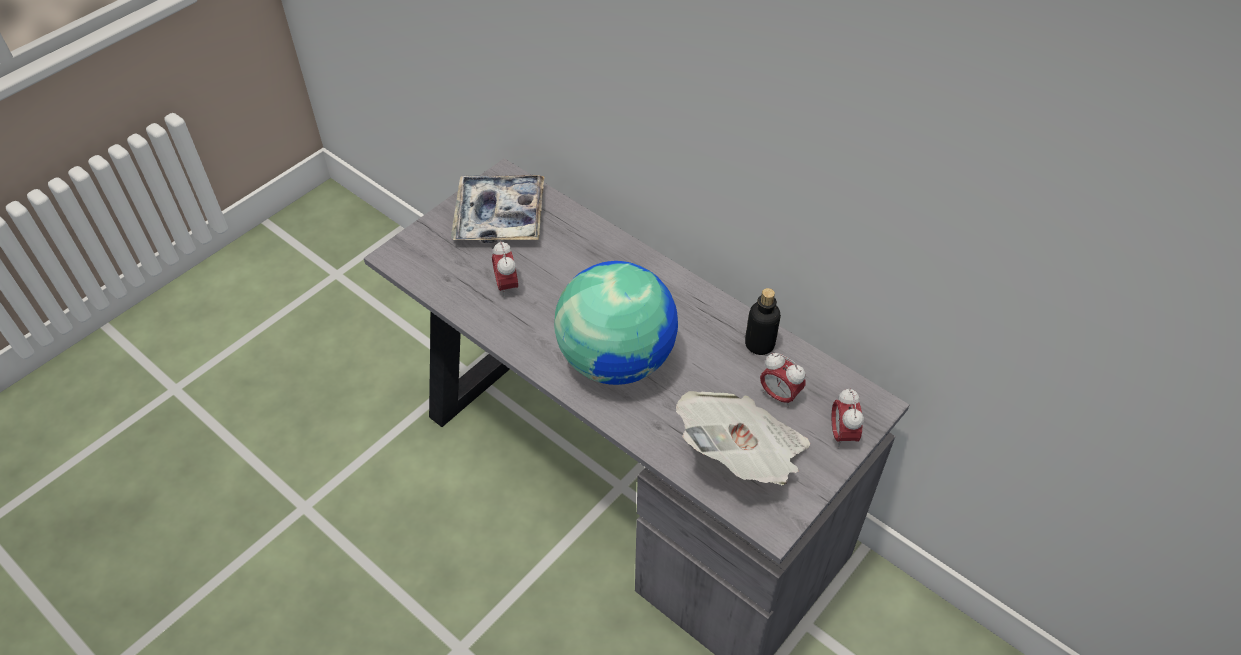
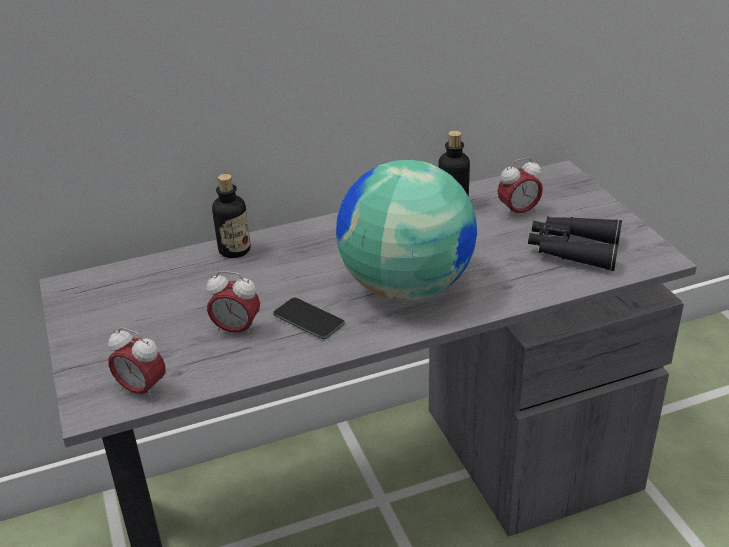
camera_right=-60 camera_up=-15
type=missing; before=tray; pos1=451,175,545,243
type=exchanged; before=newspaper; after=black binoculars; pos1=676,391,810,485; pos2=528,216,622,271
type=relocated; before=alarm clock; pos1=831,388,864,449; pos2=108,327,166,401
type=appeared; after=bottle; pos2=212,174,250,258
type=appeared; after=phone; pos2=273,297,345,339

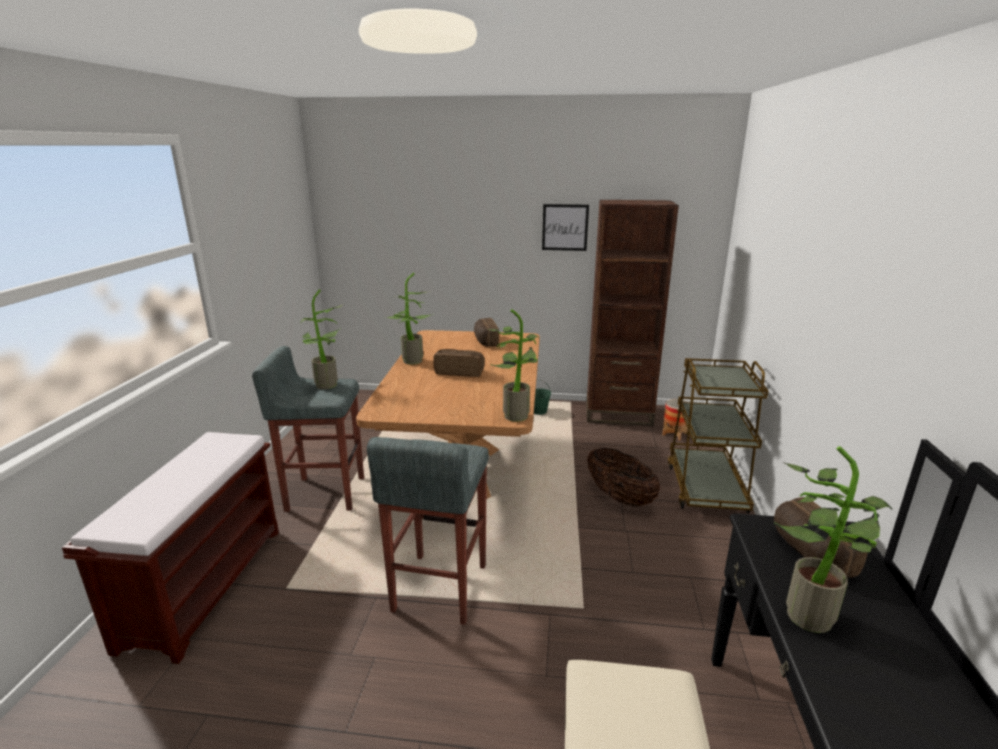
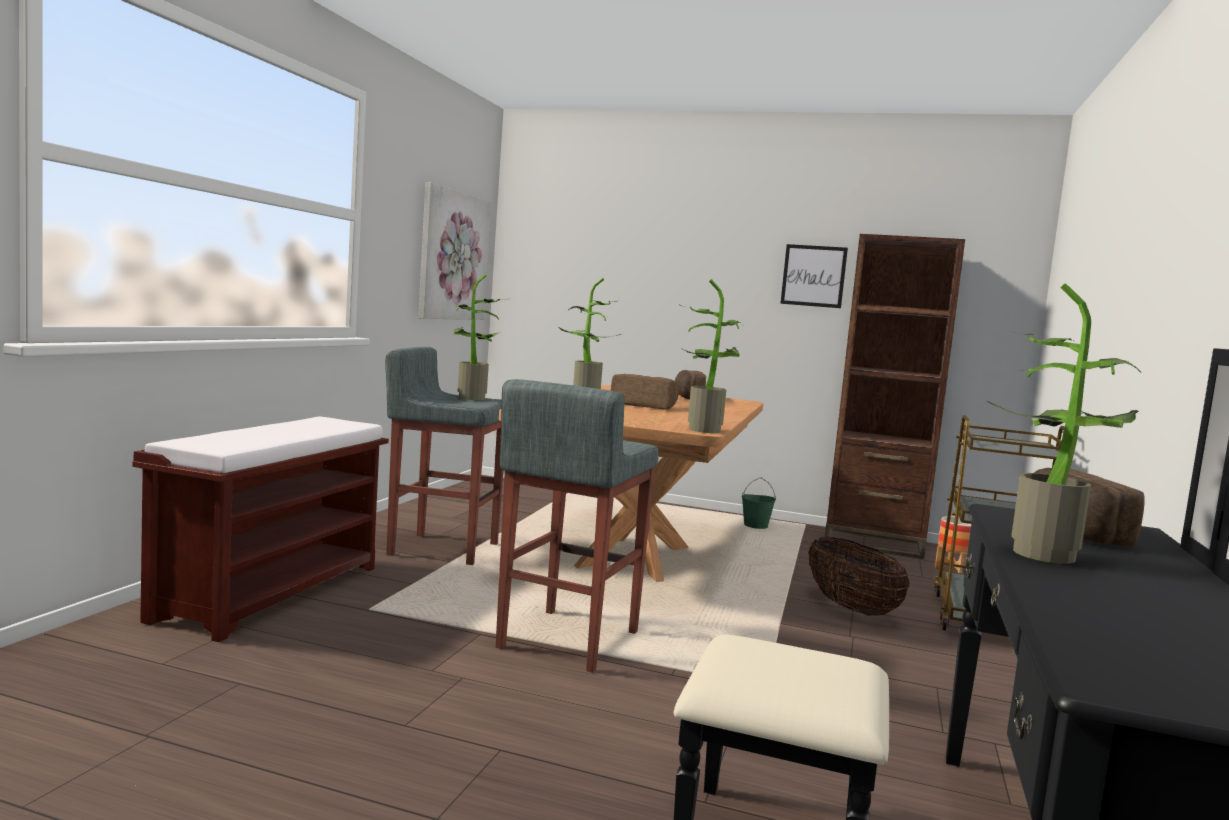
camera_right=10 camera_up=-15
type=appeared; after=picture; pos2=418,182,491,320

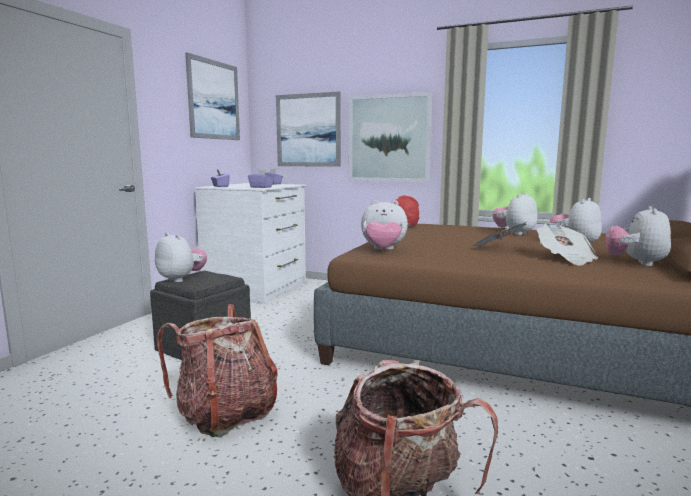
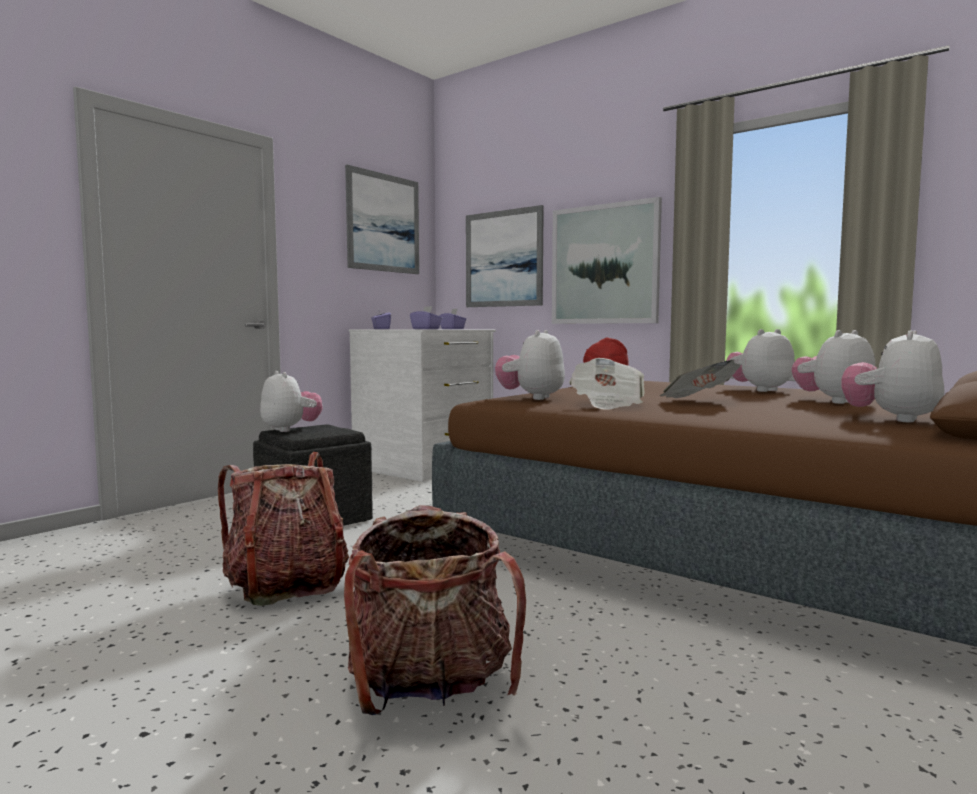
camera_right=15 camera_up=-5
type=spun; before=plush toy; pos1=361,200,408,250; pos2=495,330,565,400; turn=90
type=relocated; before=newspaper; pos1=537,223,598,265; pos2=569,358,645,410

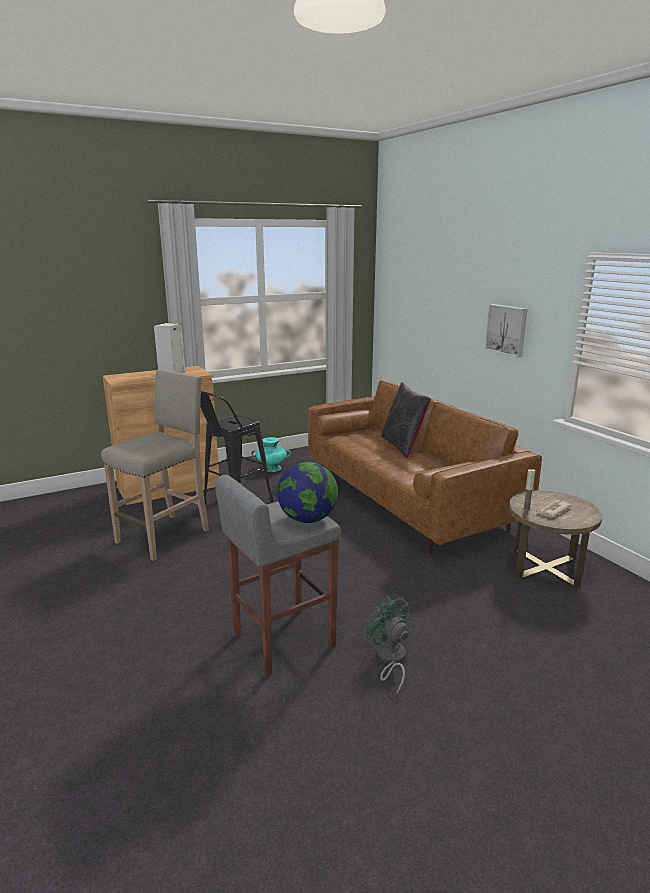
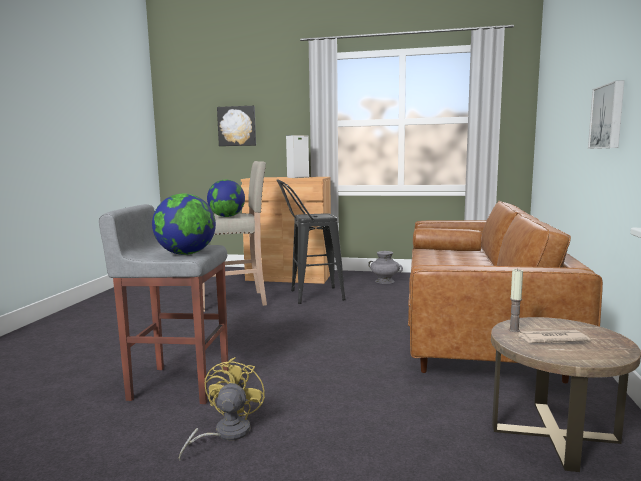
camera_right=40 camera_up=-10
type=colour; before=turquoise vase; after=grey vase; pos1=251,437,291,472; pos2=368,251,403,284
type=colour; before=green fan; after=yellow fan; pos1=366,597,411,693; pos2=179,357,265,460
type=missing; before=black pillow; pos1=381,382,431,458
type=appeared; after=globe; pos2=207,180,245,217
type=appeared; after=picture; pos2=217,106,256,146

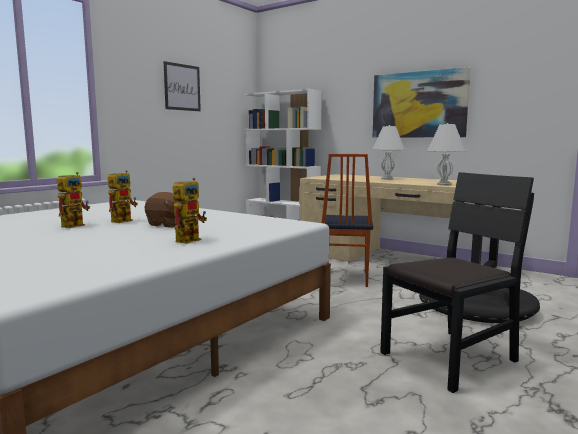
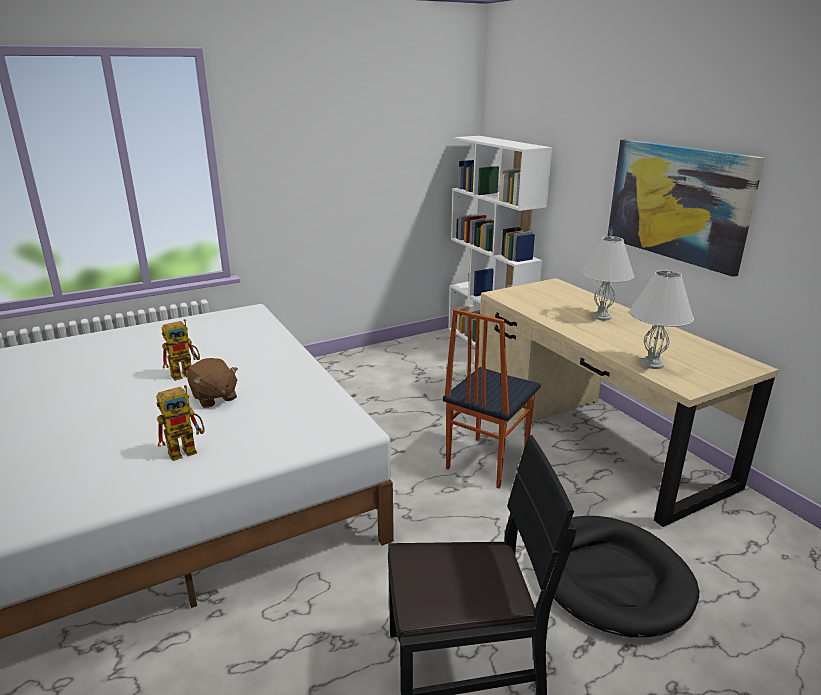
camera_right=25 camera_up=15
type=missing; before=toy robot; pos1=57,172,90,228
type=missing; before=picture; pos1=163,61,201,111

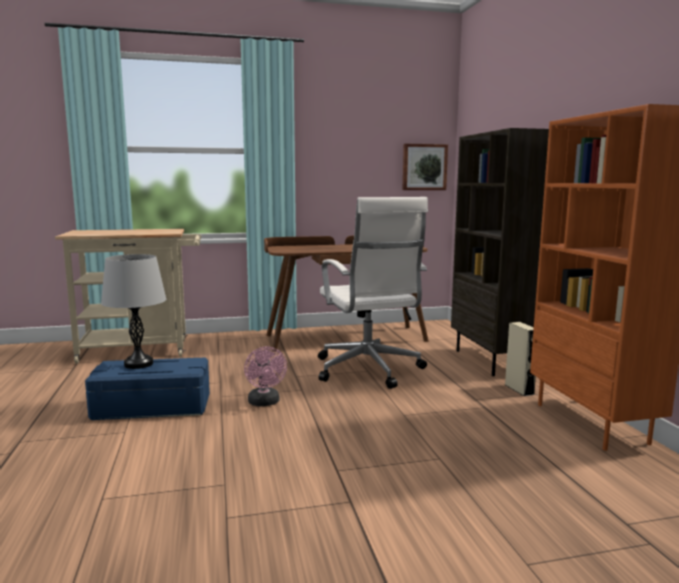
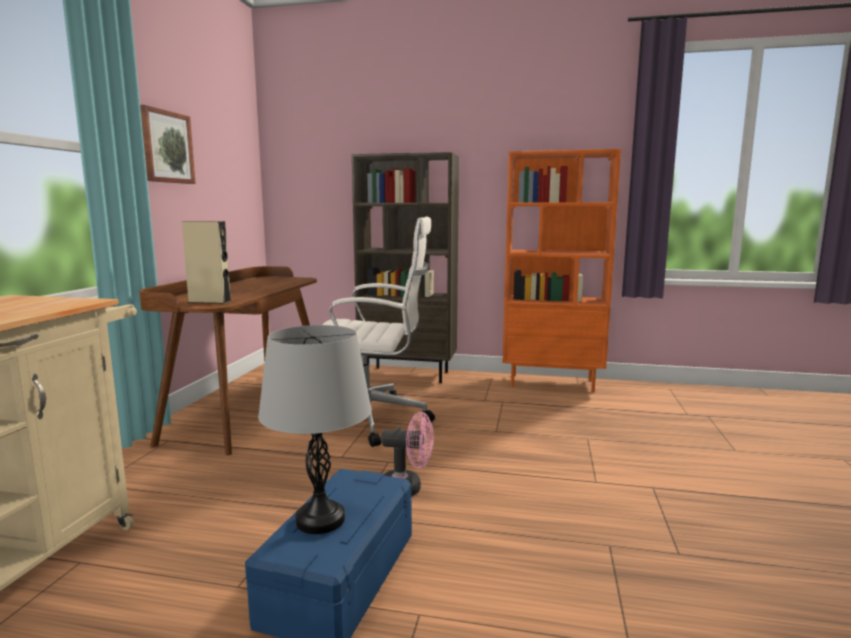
camera_right=-65 camera_up=0
type=relocated; before=picture; pos1=402,143,448,190; pos2=140,105,196,184
type=relocated; before=beige speaker; pos1=505,322,536,396; pos2=182,221,231,304

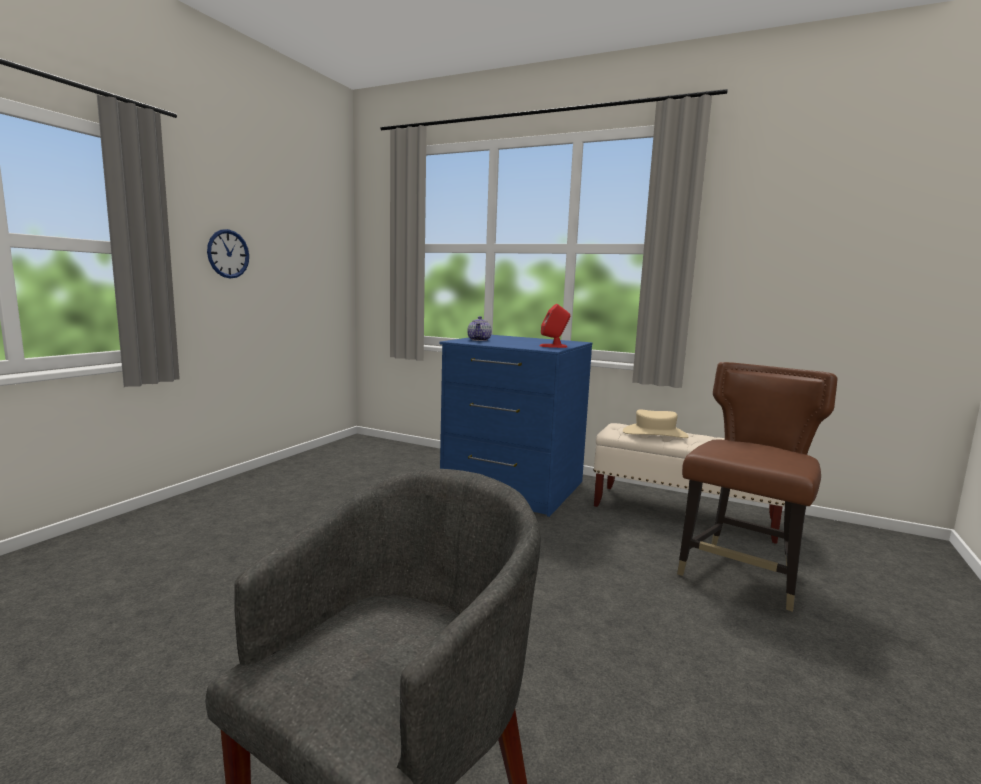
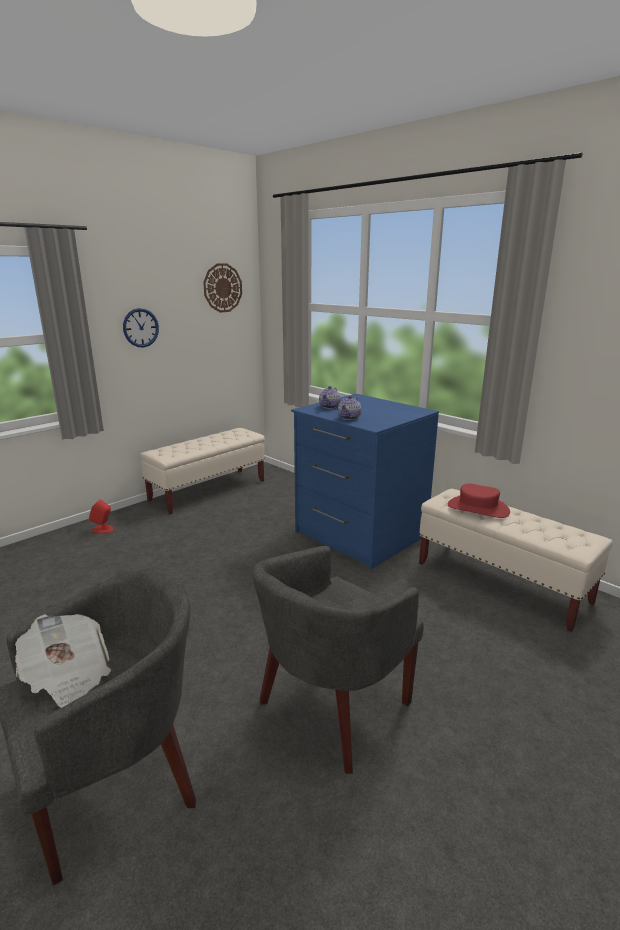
camera_right=20 camera_up=10
type=relocated; before=red speaker; pos1=540,304,570,348; pos2=89,499,114,533
type=colour; before=beige hat; after=red hat; pos1=623,410,689,438; pos2=448,483,510,518
type=missing; before=brown chair; pos1=677,362,838,612
type=appeared; after=newspaper; pos2=15,614,111,708
type=appeared; after=beige bench; pos2=140,428,265,515
type=appeared; after=wall clock; pos2=203,264,242,313
type=appeared; after=grey armchair; pos2=252,546,424,774
type=appeared; after=teapot; pos2=338,396,361,420

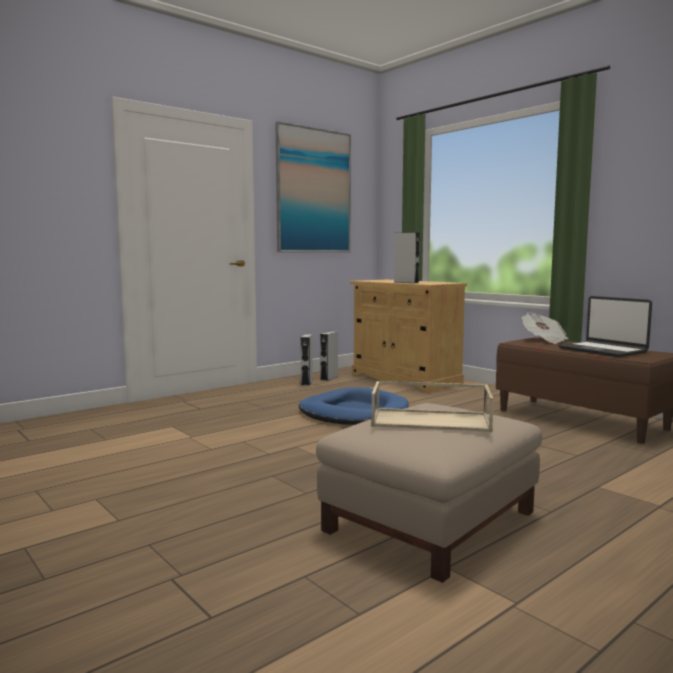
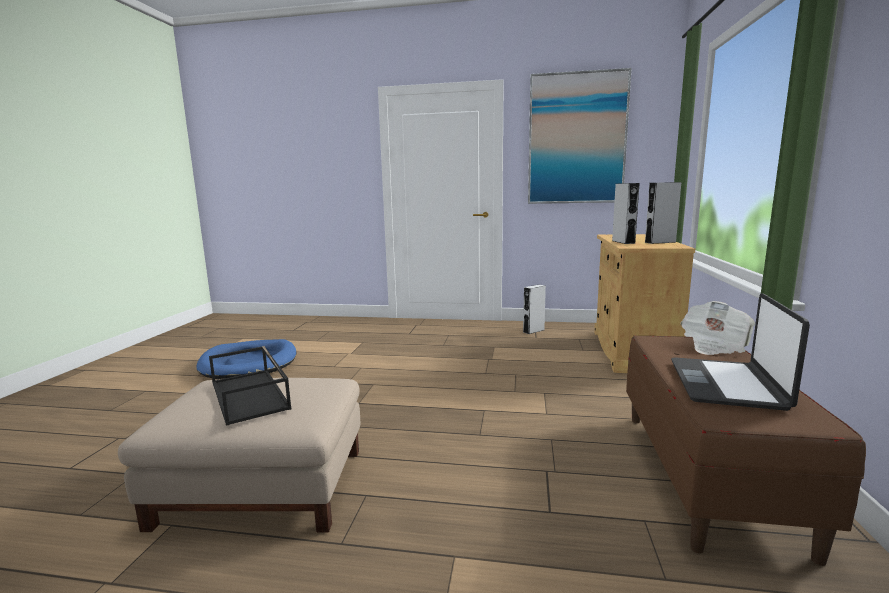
camera_right=50 camera_up=5
type=relocated; before=blue dog bed; pos1=299,387,409,425; pos2=196,339,296,379
type=relocated; before=grey speaker; pos1=320,331,338,381; pos2=644,182,681,244
type=colour; before=beige tray; after=black tray; pos1=371,381,494,432; pos2=209,346,291,426

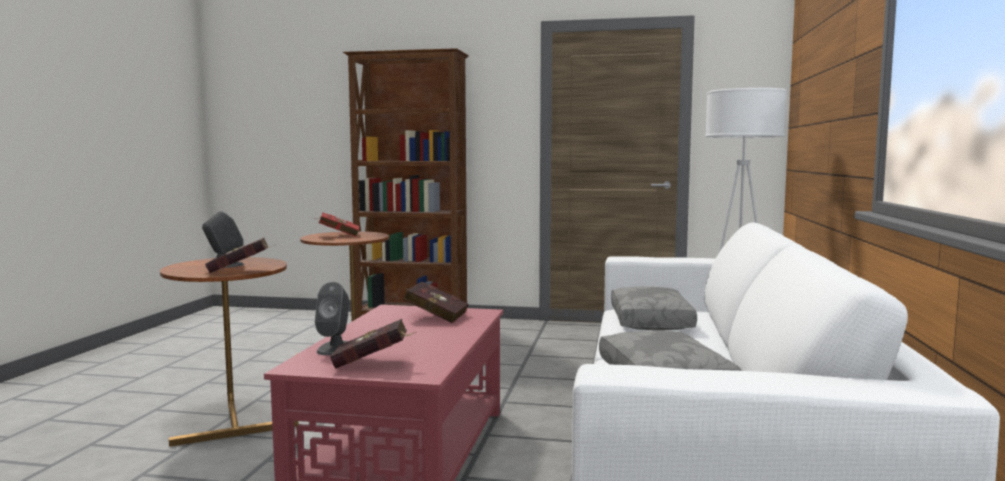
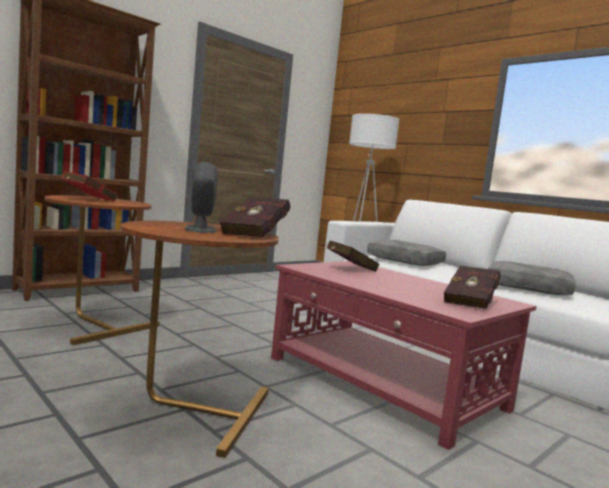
camera_right=-55 camera_up=0
type=missing; before=grey speaker; pos1=315,282,349,355

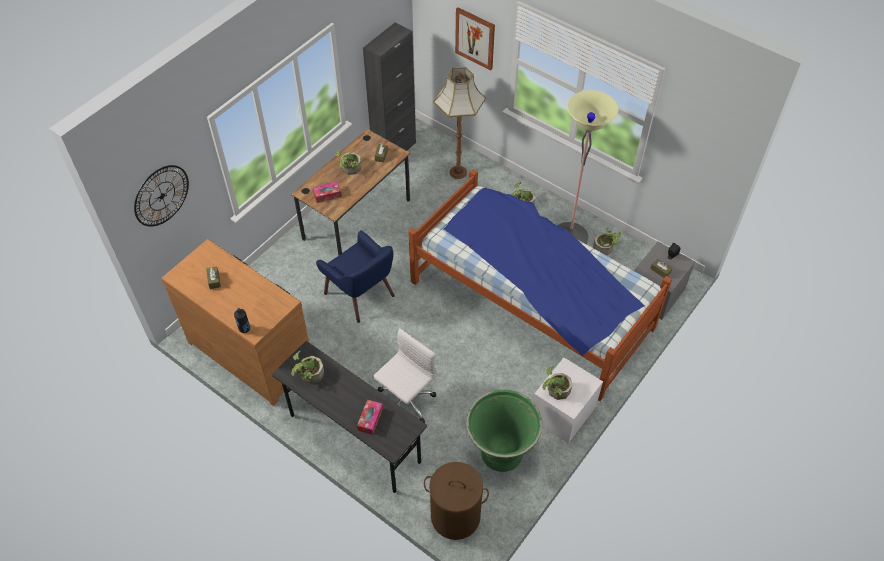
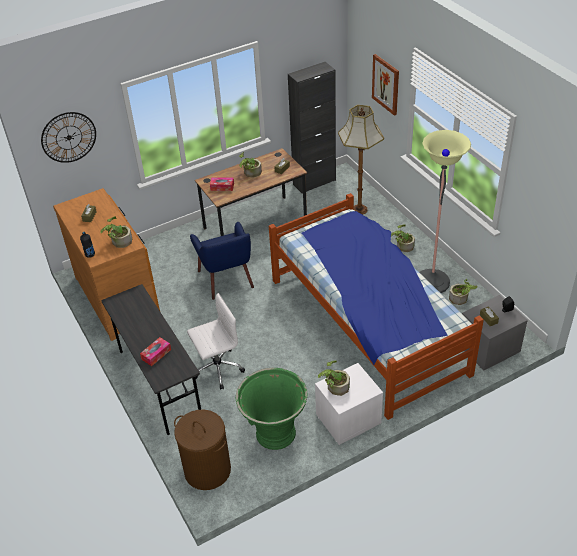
camera_right=25 camera_up=-10
type=relocated; before=potted plant; pos1=291,351,324,384; pos2=100,216,132,248

